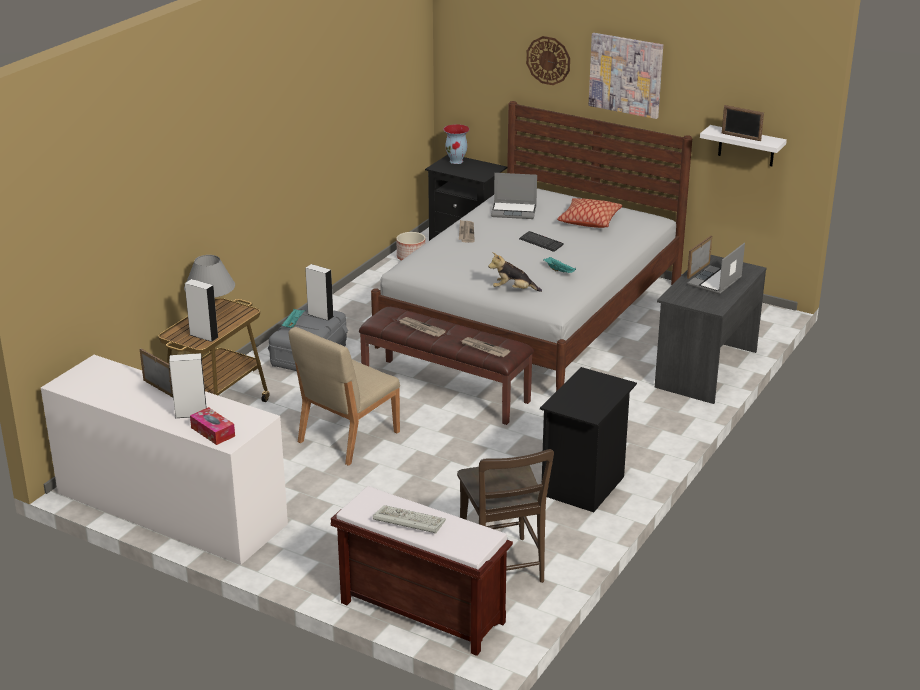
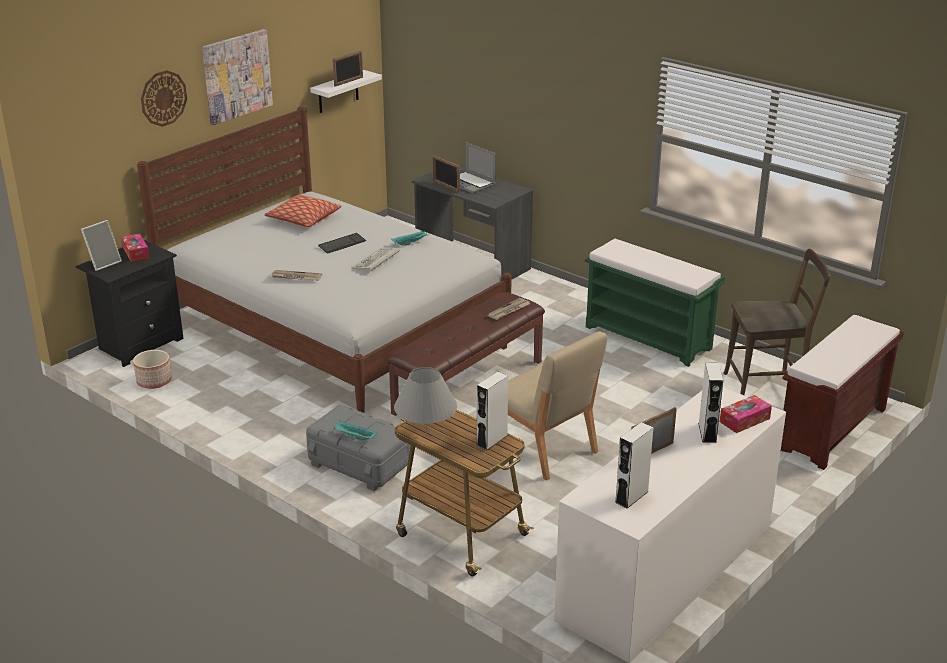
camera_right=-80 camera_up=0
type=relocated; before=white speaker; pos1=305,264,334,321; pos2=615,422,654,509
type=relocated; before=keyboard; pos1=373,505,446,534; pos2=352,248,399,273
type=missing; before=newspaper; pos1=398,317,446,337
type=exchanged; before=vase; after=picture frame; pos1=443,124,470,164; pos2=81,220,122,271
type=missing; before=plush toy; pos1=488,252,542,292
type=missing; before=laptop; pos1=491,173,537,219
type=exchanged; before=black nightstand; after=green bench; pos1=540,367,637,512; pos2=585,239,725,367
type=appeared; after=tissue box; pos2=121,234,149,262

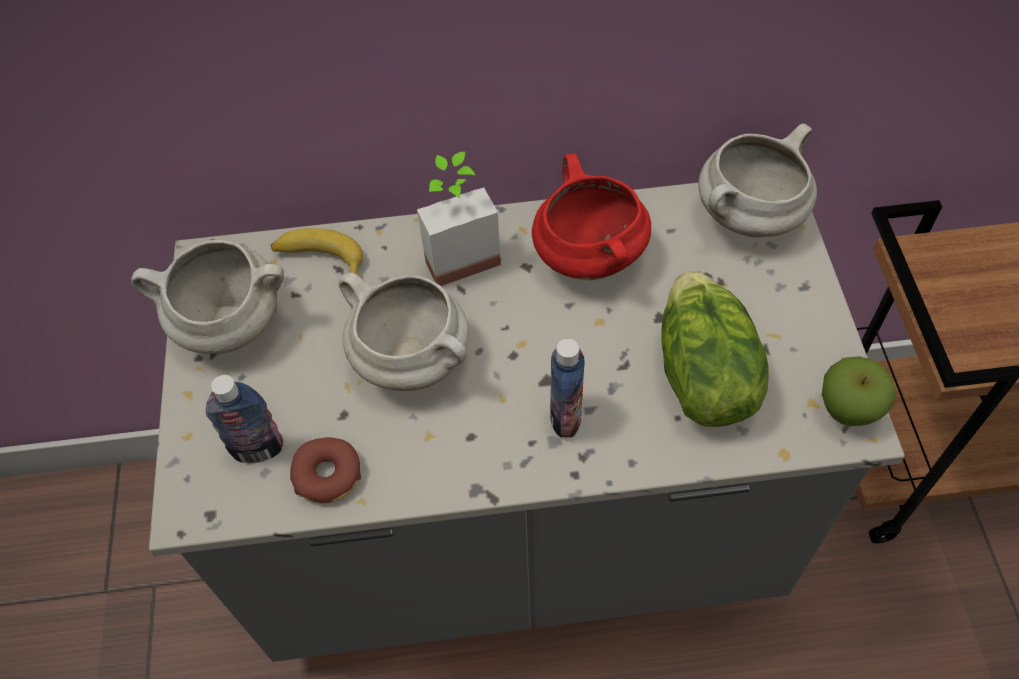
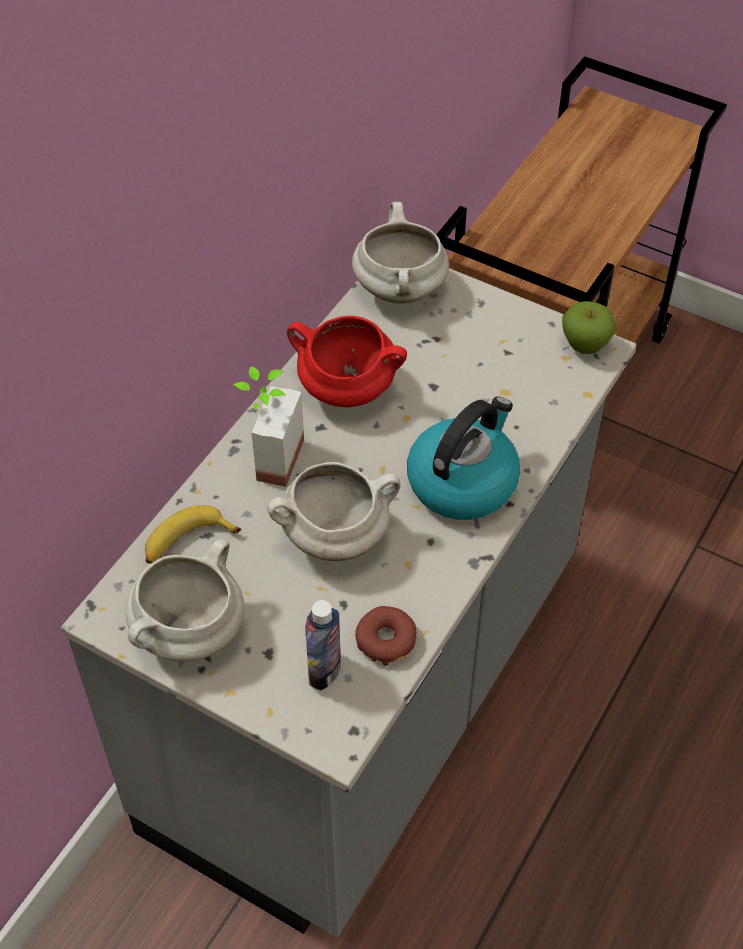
camera_right=-55 camera_up=-5
type=exchanged; before=bottle; after=kettle; pos1=550,339,585,437; pos2=407,397,520,520
type=missing; before=lettuce; pos1=661,271,769,427

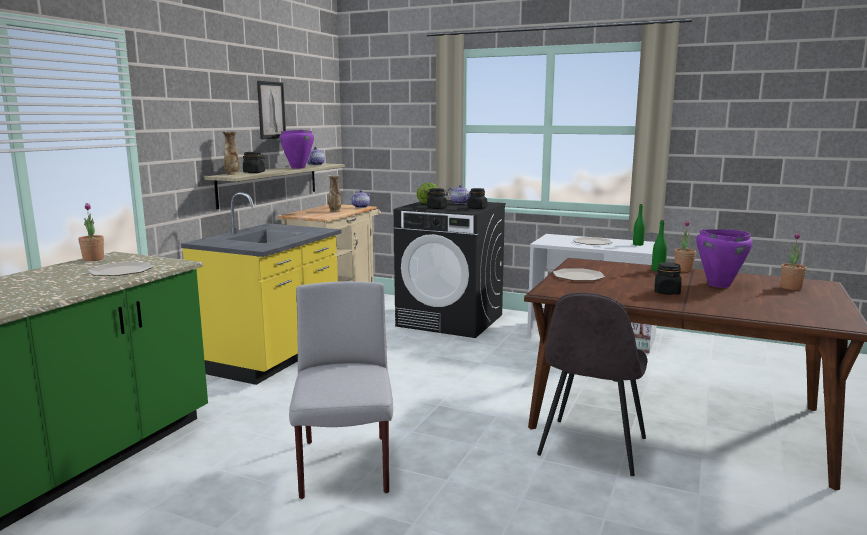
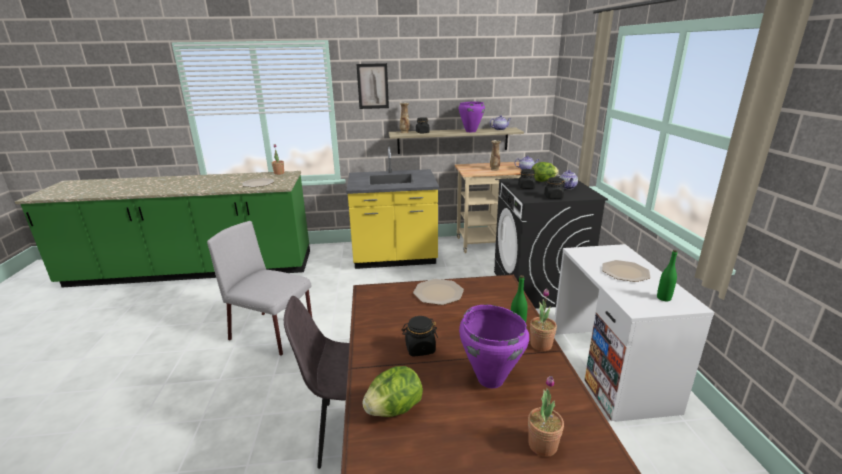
camera_right=60 camera_up=10
type=relocated; before=picture; pos1=257,81,286,139; pos2=356,63,389,109
type=spun; before=grey chair; pos1=289,281,393,499; pos2=207,221,312,356; turn=-120
type=appeared; after=lettuce; pos2=362,366,423,417

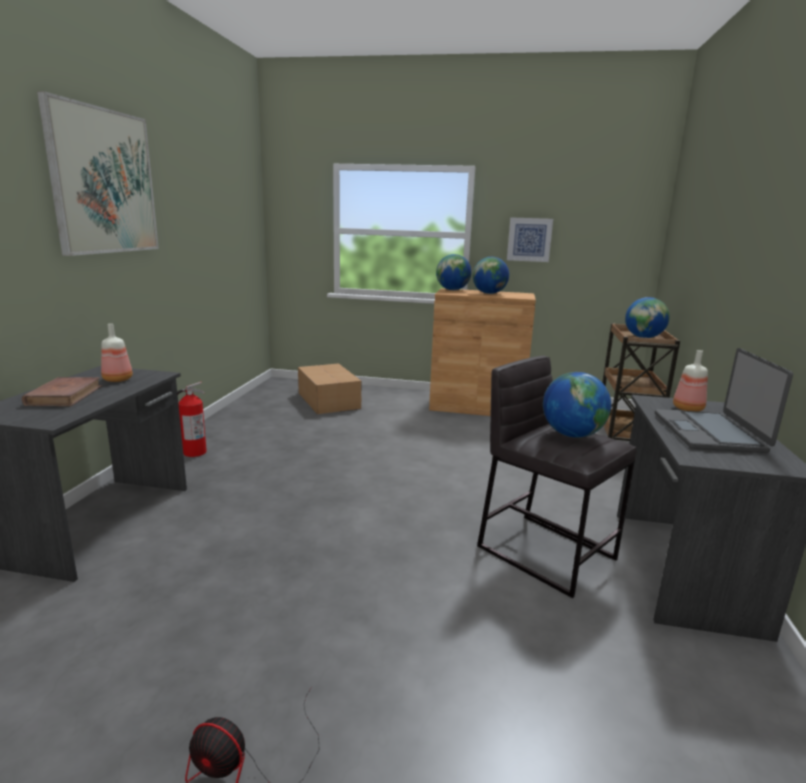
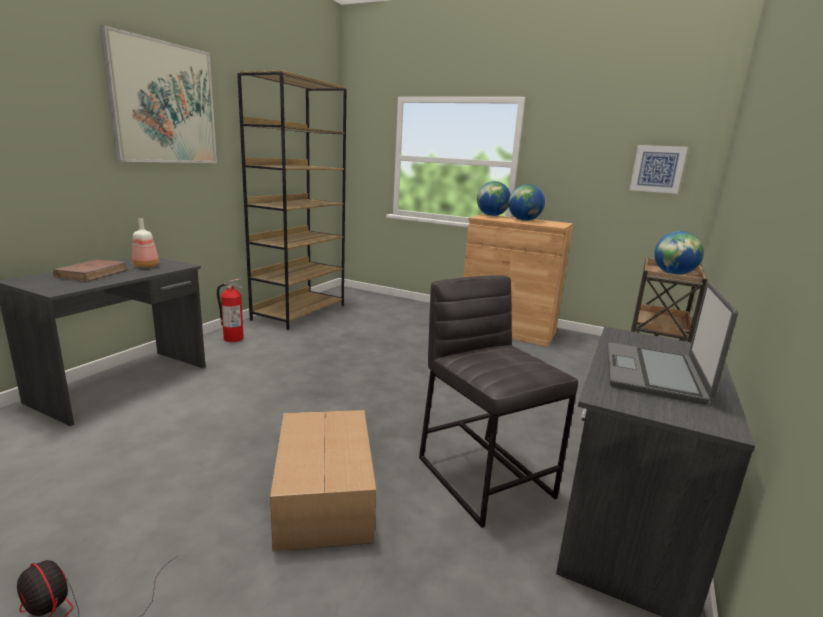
camera_right=15 camera_up=0
type=relocated; before=cardboard box; pos1=298,364,362,414; pos2=270,410,376,552
type=relocated; before=picture; pos1=507,217,553,262; pos2=630,145,688,194
type=missing; before=globe; pos1=543,372,611,438
type=missing; before=bottle; pos1=673,350,708,412
type=appeared; after=brown bookcase; pos2=237,71,346,330

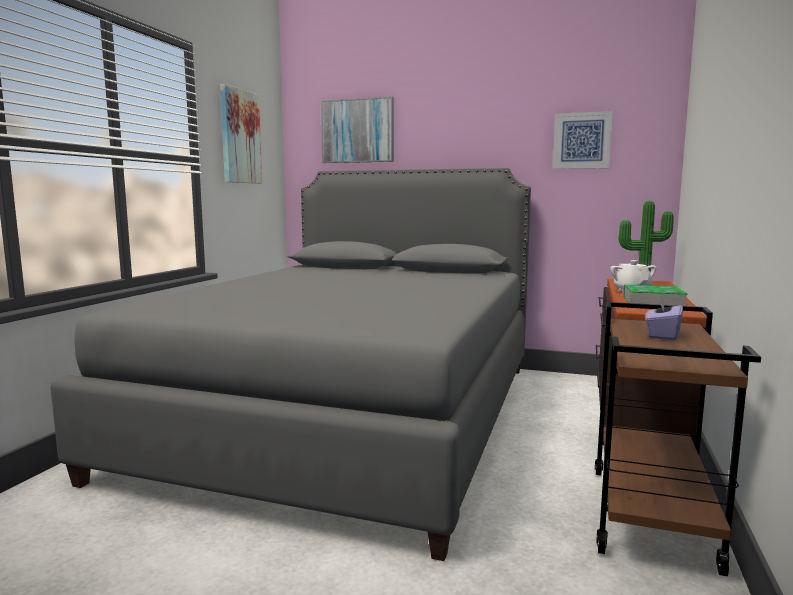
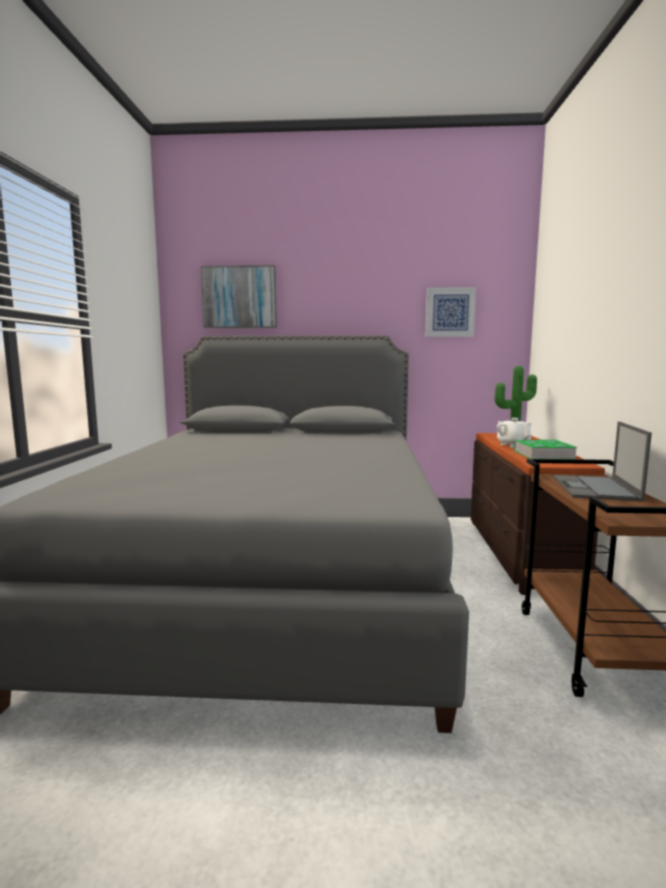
camera_right=-15 camera_up=0
type=missing; before=picture; pos1=220,84,262,184
type=exchanged; before=purple tissue box; after=laptop; pos1=645,296,683,340; pos2=554,421,652,501

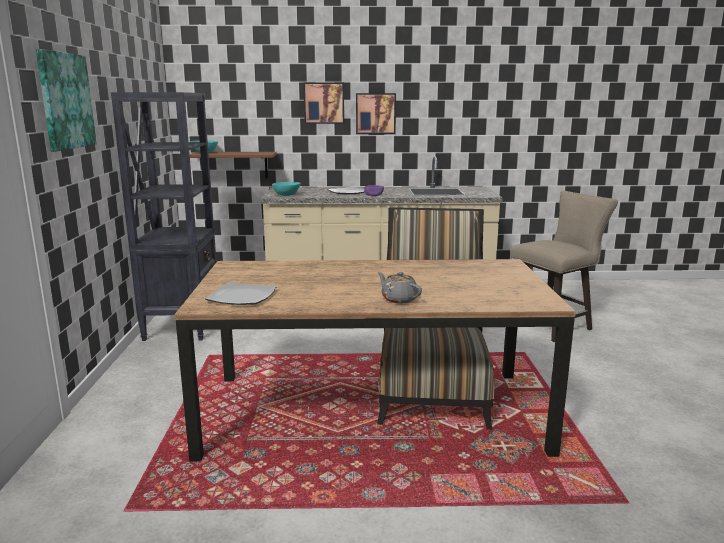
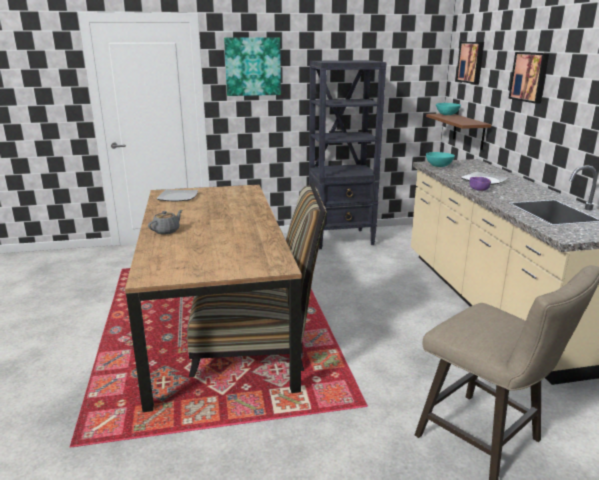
camera_right=80 camera_up=5
type=relocated; before=picture; pos1=356,93,396,134; pos2=456,42,484,84

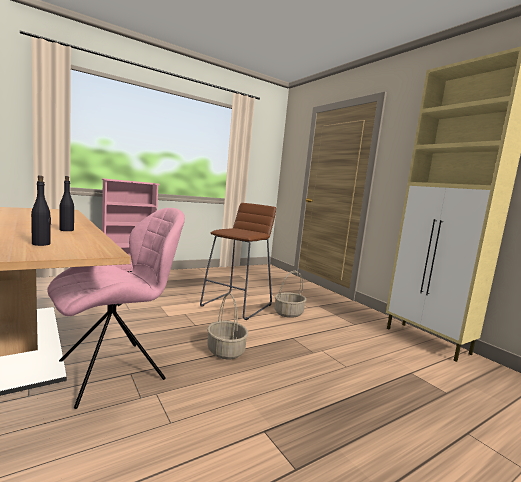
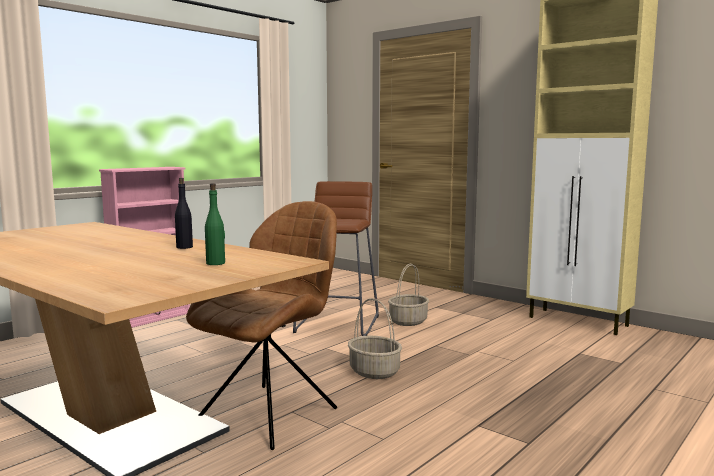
camera_right=-15 camera_up=0
type=colour; before=black bottle; after=green bottle; pos1=31,175,51,246; pos2=205,183,225,265
type=colour; before=pink chair; after=brown chair; pos1=47,208,185,409; pos2=186,201,337,450

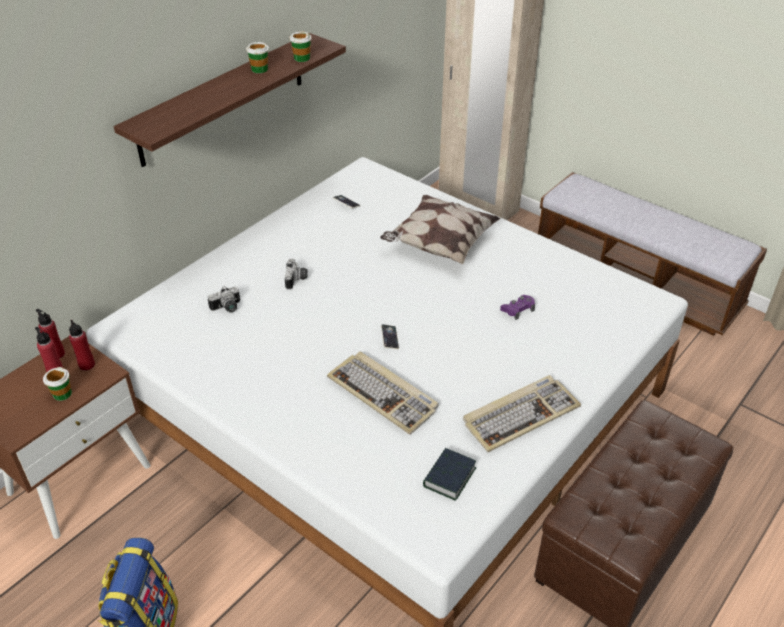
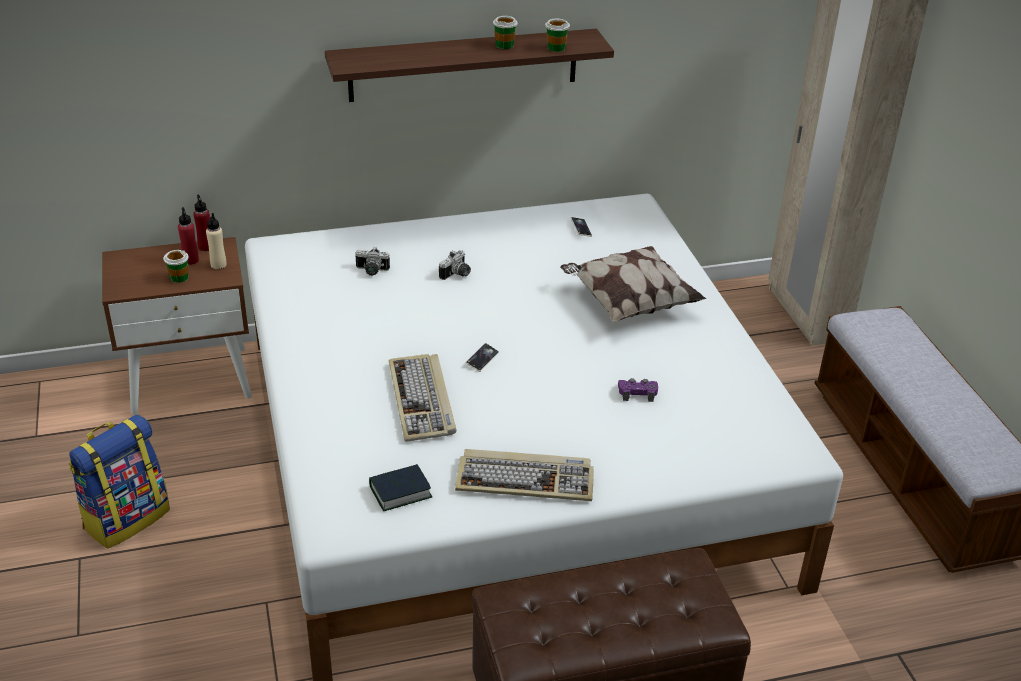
camera_right=35 camera_up=-5
type=colour; before=red bottle; after=beige bottle; pos1=69,320,95,371; pos2=206,213,227,269

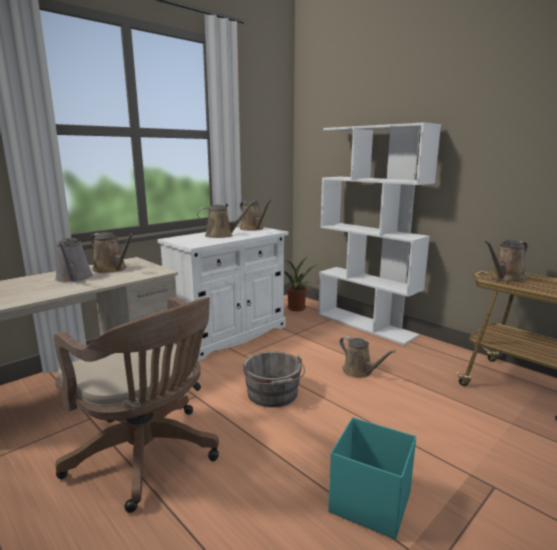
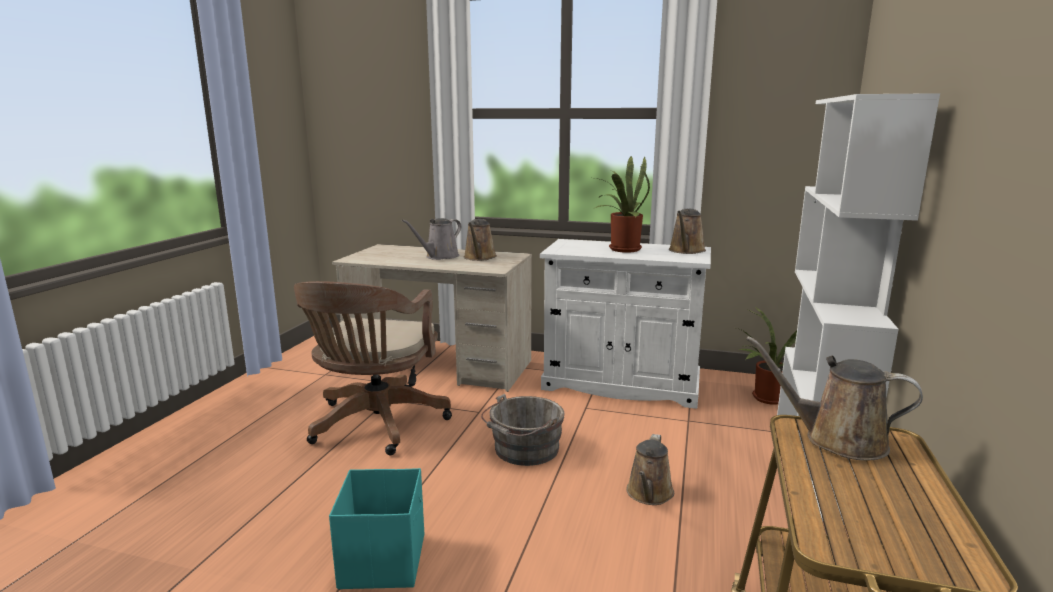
camera_right=60 camera_up=0
type=exchanged; before=brown watering can; after=potted plant; pos1=197,200,256,238; pos2=595,156,650,253

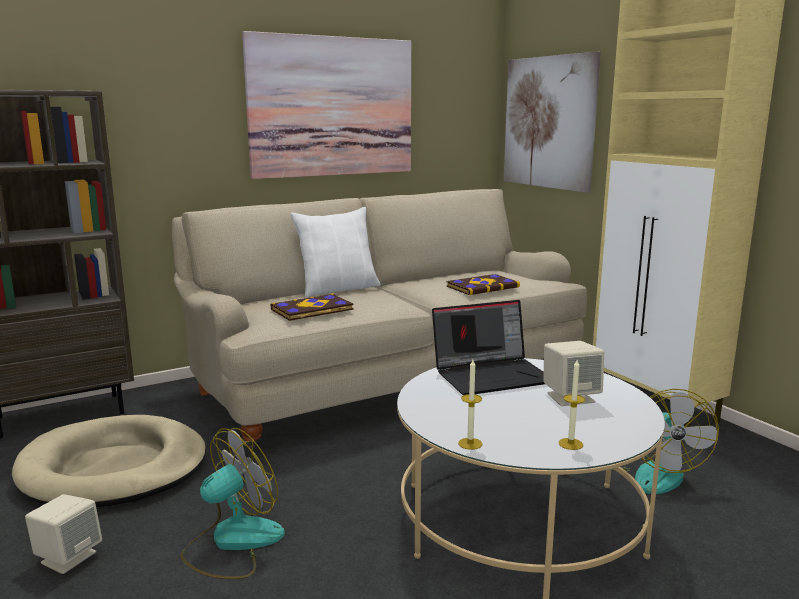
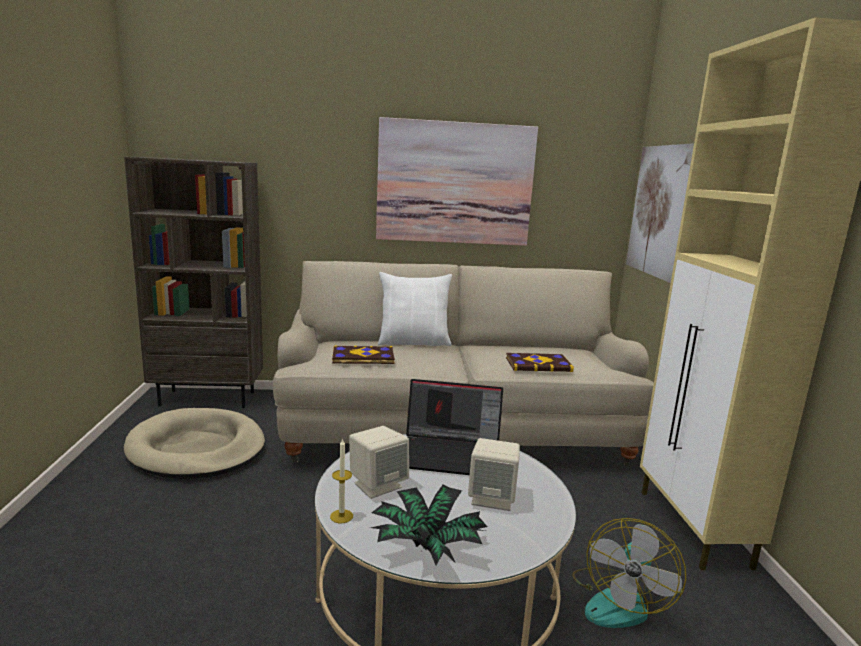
camera_right=25 camera_up=0
type=relocated; before=beige speaker; pos1=25,494,102,574; pos2=349,426,409,499
type=missing; before=fan; pos1=180,428,285,579
type=exchanged; before=candle; after=potted plant; pos1=559,360,585,450; pos2=371,484,487,565

